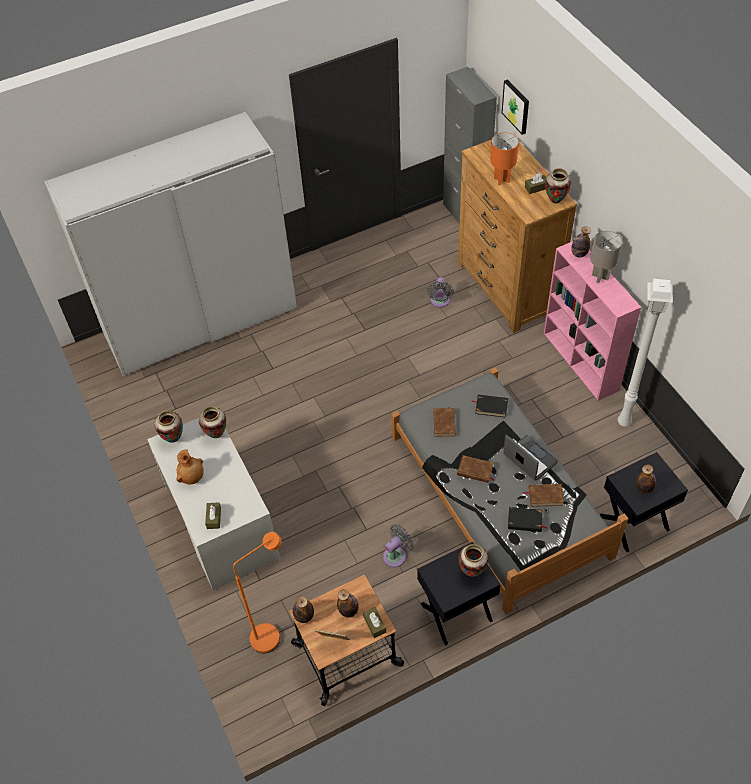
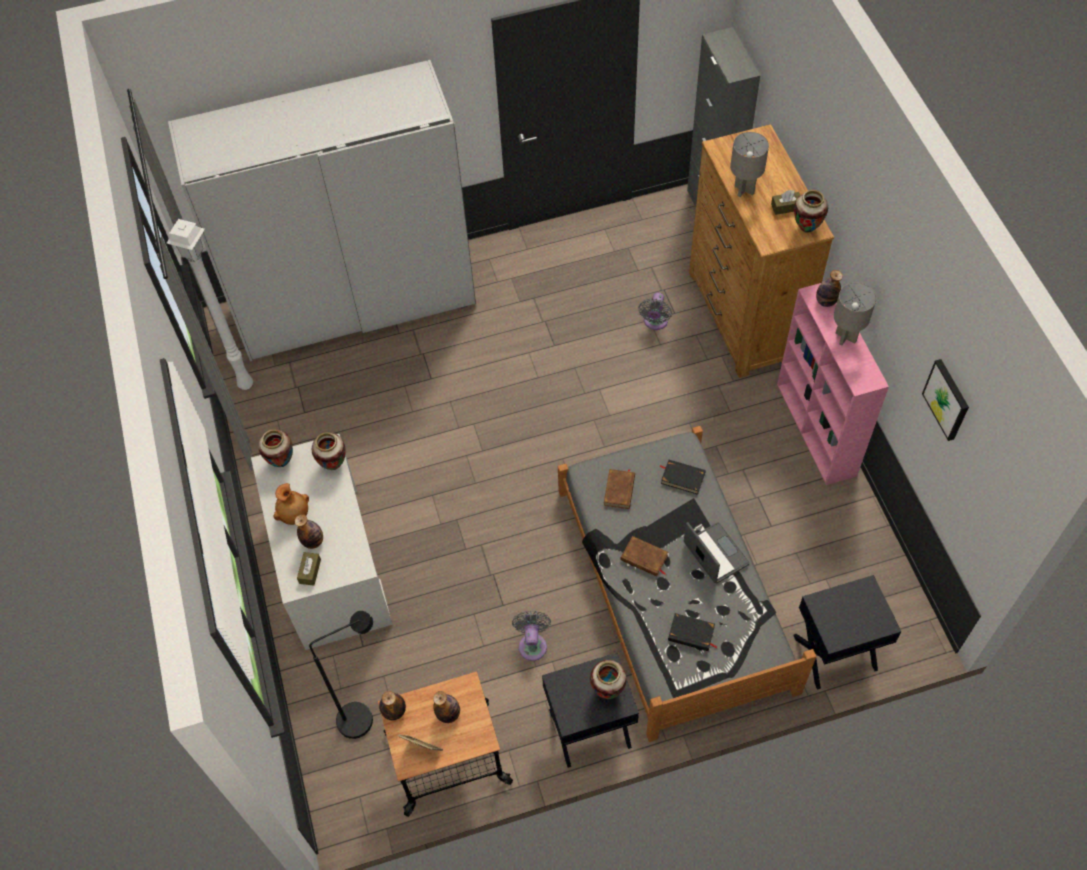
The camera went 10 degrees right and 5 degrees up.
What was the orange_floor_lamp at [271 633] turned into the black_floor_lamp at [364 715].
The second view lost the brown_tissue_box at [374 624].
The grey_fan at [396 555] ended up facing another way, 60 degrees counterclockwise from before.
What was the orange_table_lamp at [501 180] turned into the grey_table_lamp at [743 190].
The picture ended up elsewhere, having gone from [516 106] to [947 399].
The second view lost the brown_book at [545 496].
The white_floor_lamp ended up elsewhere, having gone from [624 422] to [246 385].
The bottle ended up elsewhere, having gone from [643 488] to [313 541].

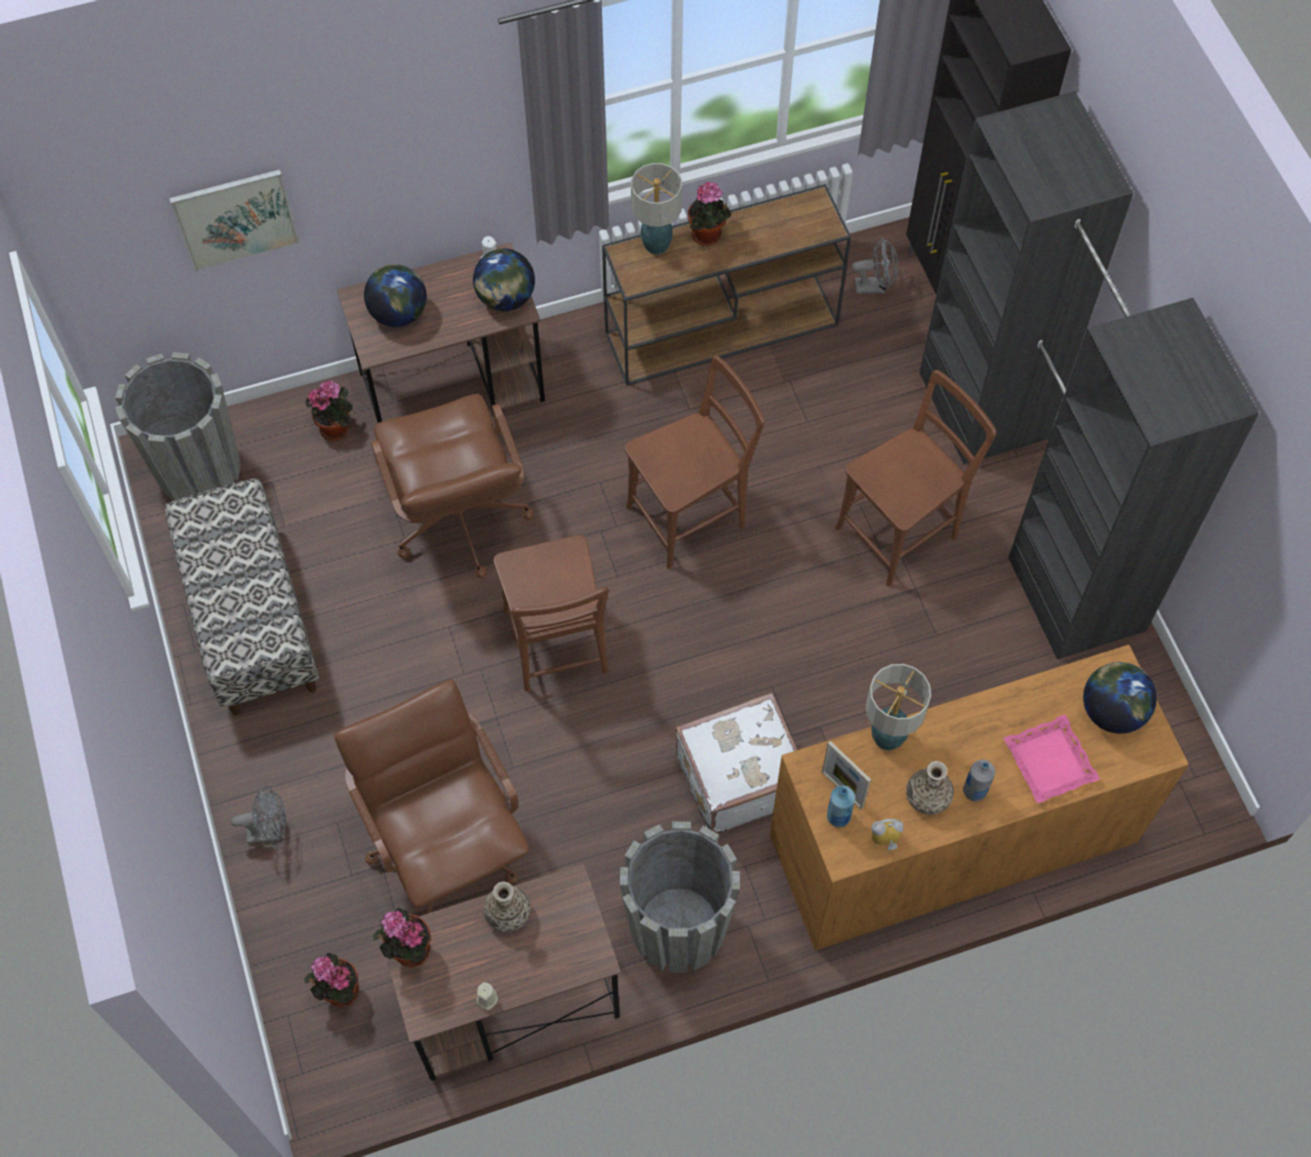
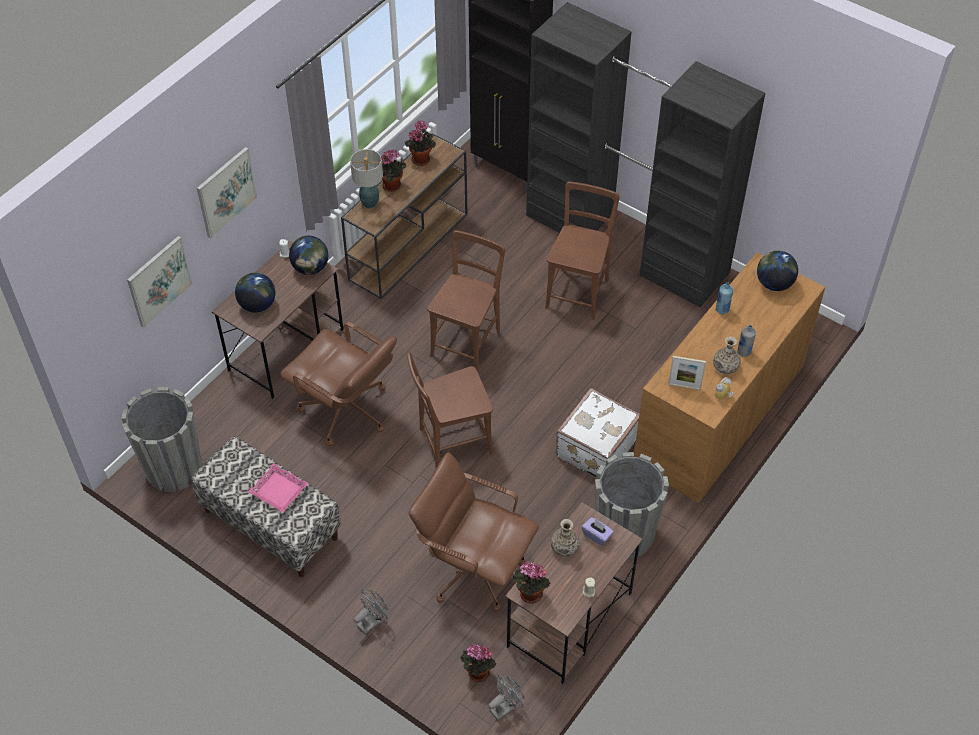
The camera went 35 degrees left and 10 degrees down.
The potted_plant ended up elsewhere, having gone from [336 427] to [421 158].
The brown_chair at [557 648] ended up facing another way, 120 degrees clockwise from before.
The blue_bottle ended up elsewhere, having gone from [838 817] to [722 310].
The grey_fan ended up elsewhere, having gone from [875 286] to [506 707].
The second view lost the table_lamp at [887 736].
The pink_tray ended up elsewhere, having gone from [1050 762] to [279 490].
The second view gained the picture at [226 192].
The second view gained the purple_tissue_box at [597 535].

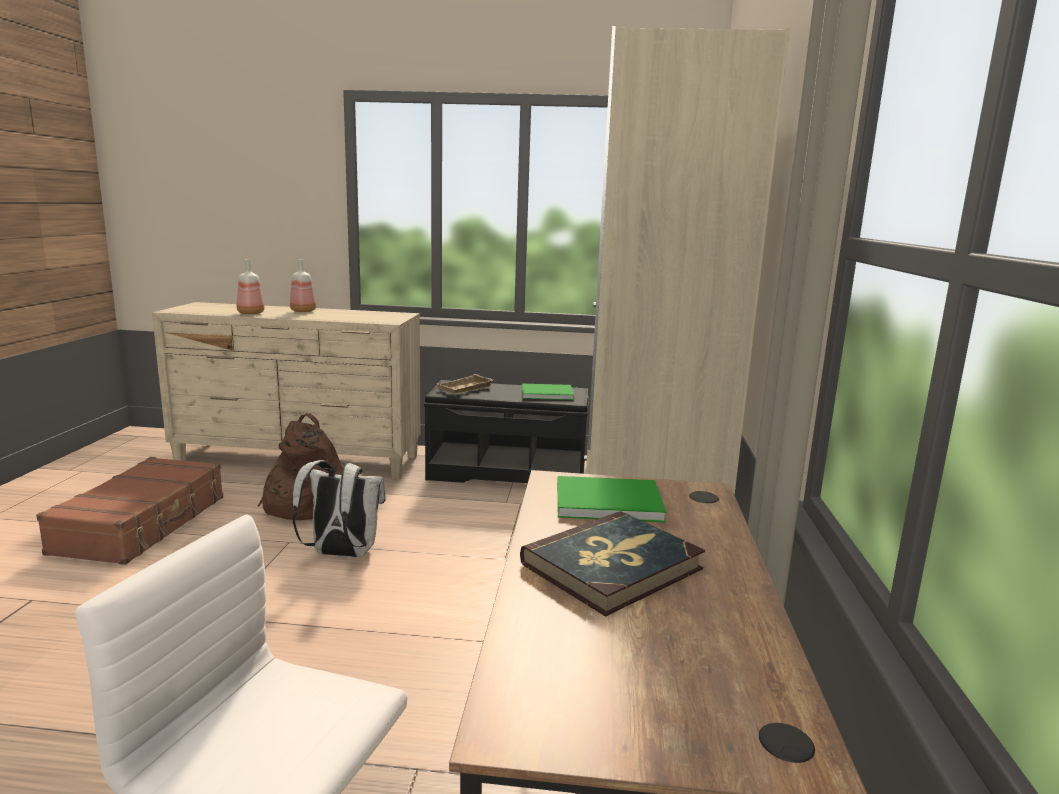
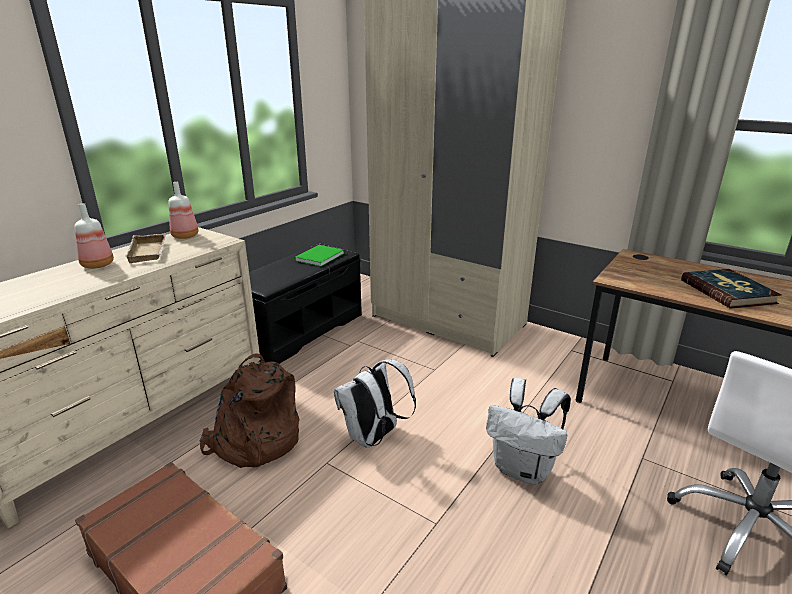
The camera went 60 degrees left and 10 degrees up.
The bottle ended up elsewhere, having gone from [251 313] to [186 236].
The beige_tray ended up elsewhere, having gone from [465 389] to [150 252].
The second view lost the green_book at [604 501].
The second view gained the white_backpack at [523 469].

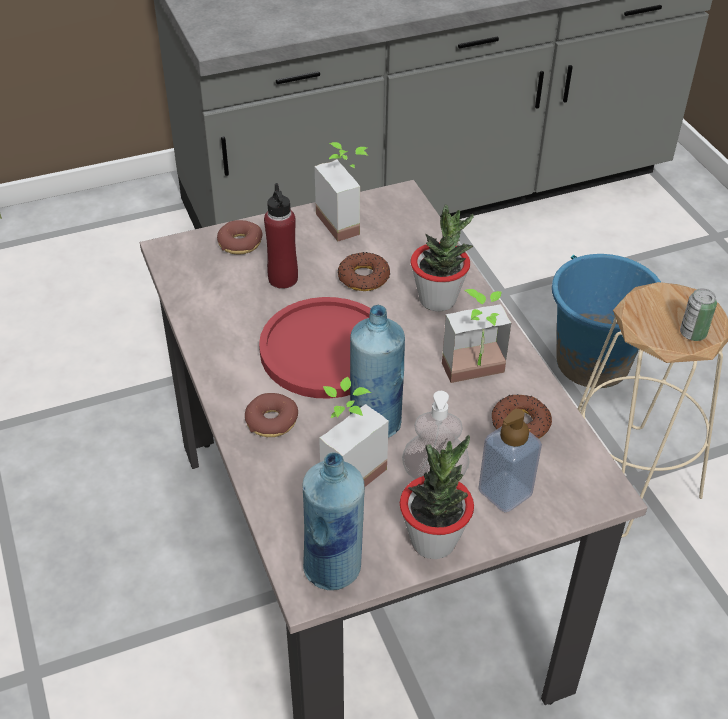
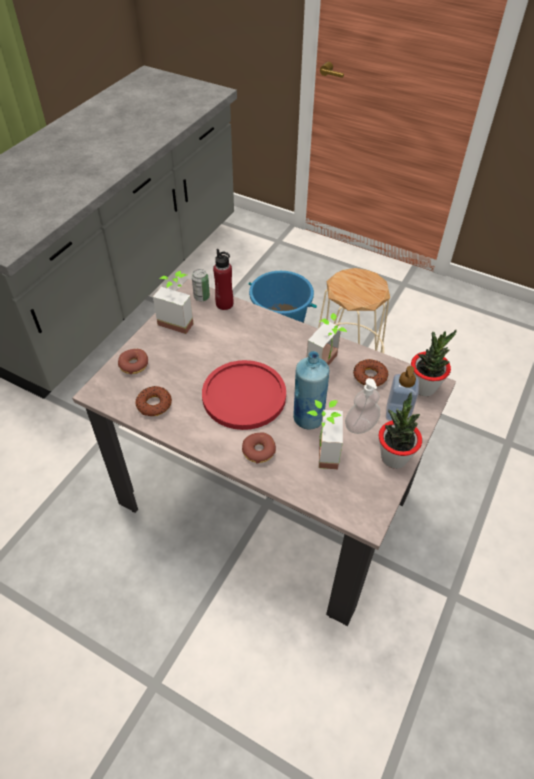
The camera went 40 degrees left and 5 degrees up.
The red_bottle ended up elsewhere, having gone from [283 279] to [224 304].
The second view lost the blue_bottle at [333 568].
The donut ended up elsewhere, having gone from [363 277] to [154 404].
The potted_plant ended up elsewhere, having gone from [438 299] to [424 387].
The can ended up elsewhere, having gone from [692 333] to [201 297].

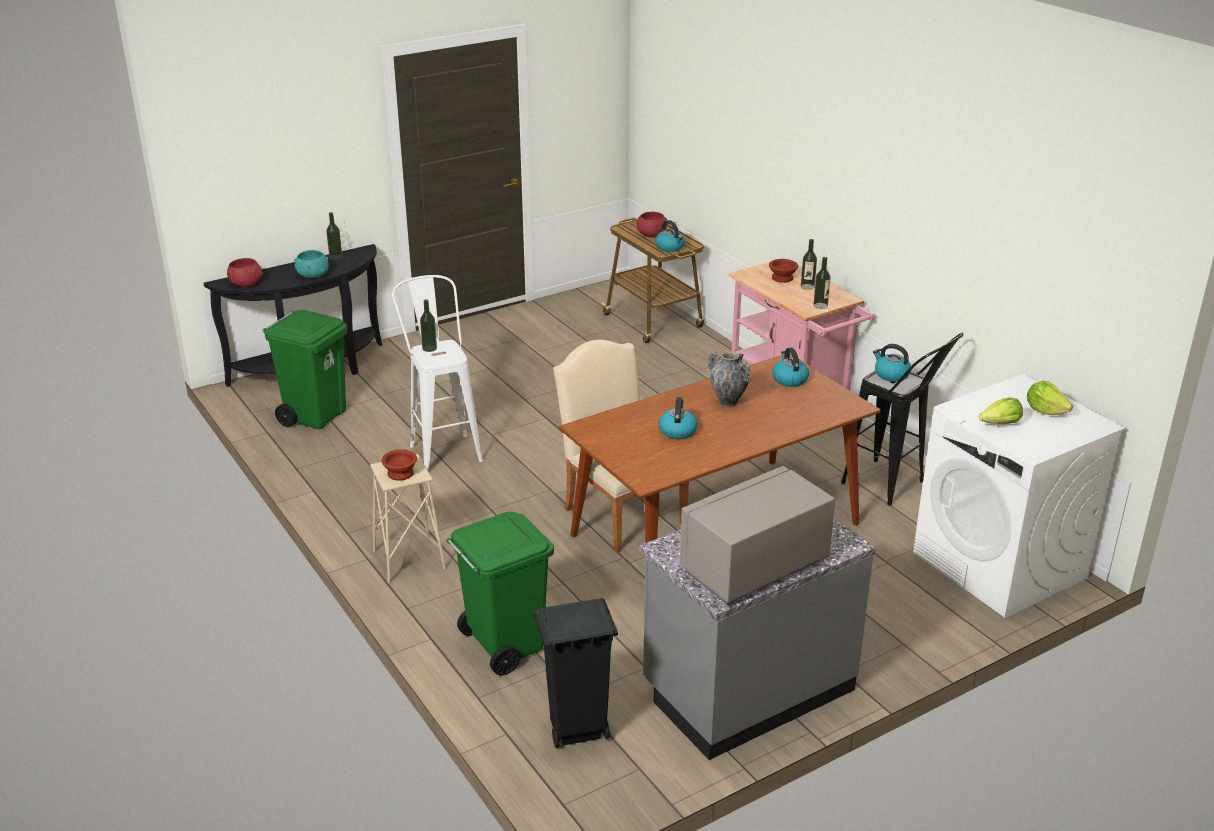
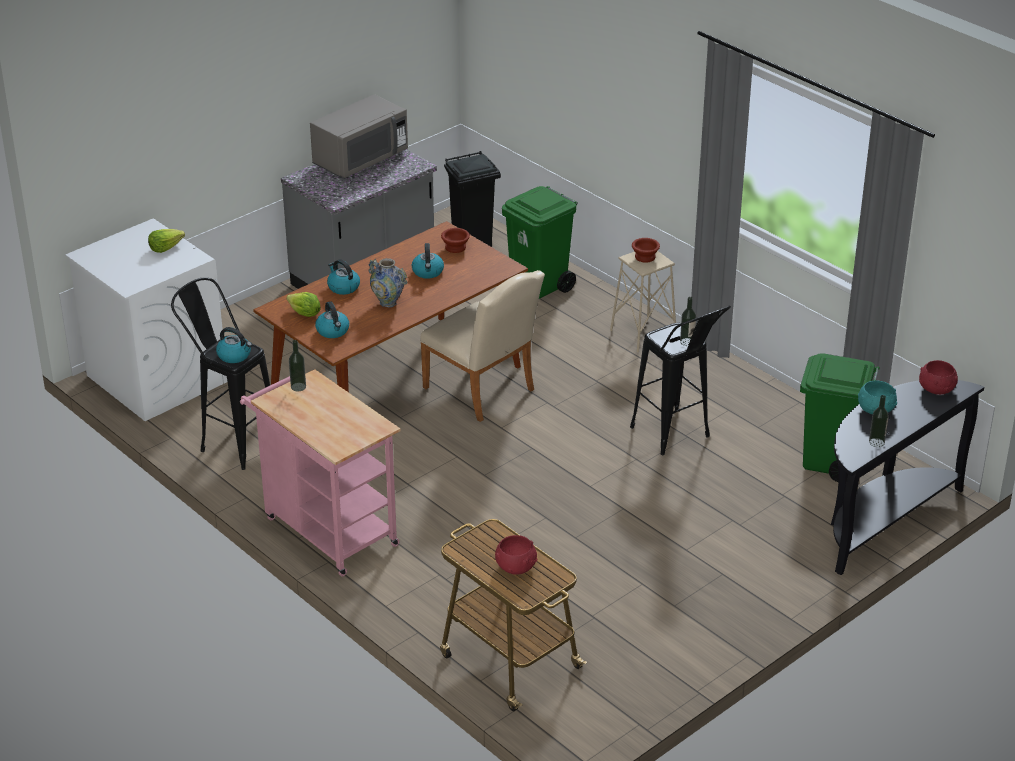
The camera went 170 degrees right and 5 degrees up.
What was the white_stool at [442 448] turned into the black_stool at [676 438].
The kettle ended up elsewhere, having gone from [670 247] to [343 287].
The brown_bowl ended up elsewhere, having gone from [783 278] to [454 247].
The second view lost the bottle at [807 286].
The lettuce ended up elsewhere, having gone from [1045 411] to [305 314].

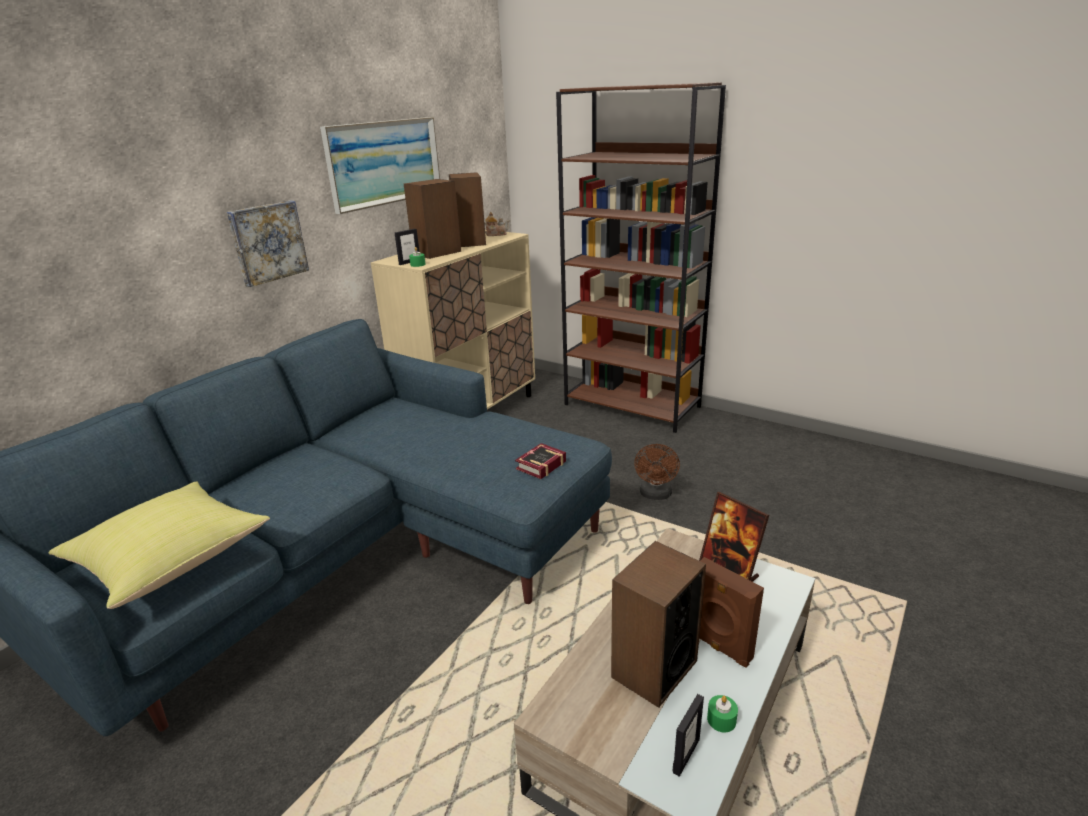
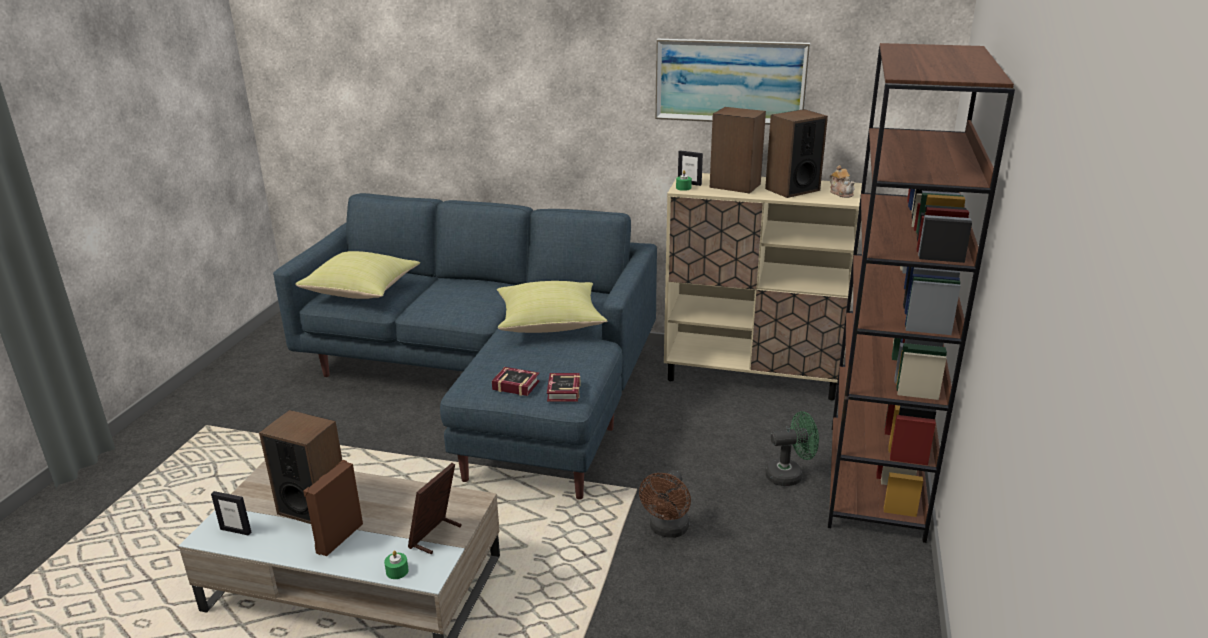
The camera went 70 degrees right and 0 degrees up.
The second view lost the picture at [267 242].
The brown_fan at [655 495] ended up facing another way, 60 degrees counterclockwise from before.
The green_candle ended up elsewhere, having gone from [721 719] to [397 571].
The second view gained the yellow_pillow at [550 324].
The second view gained the book at [562 392].
The second view gained the green_fan at [789 475].

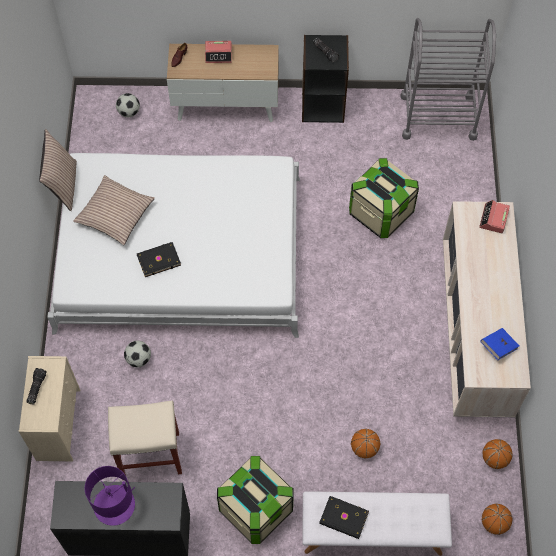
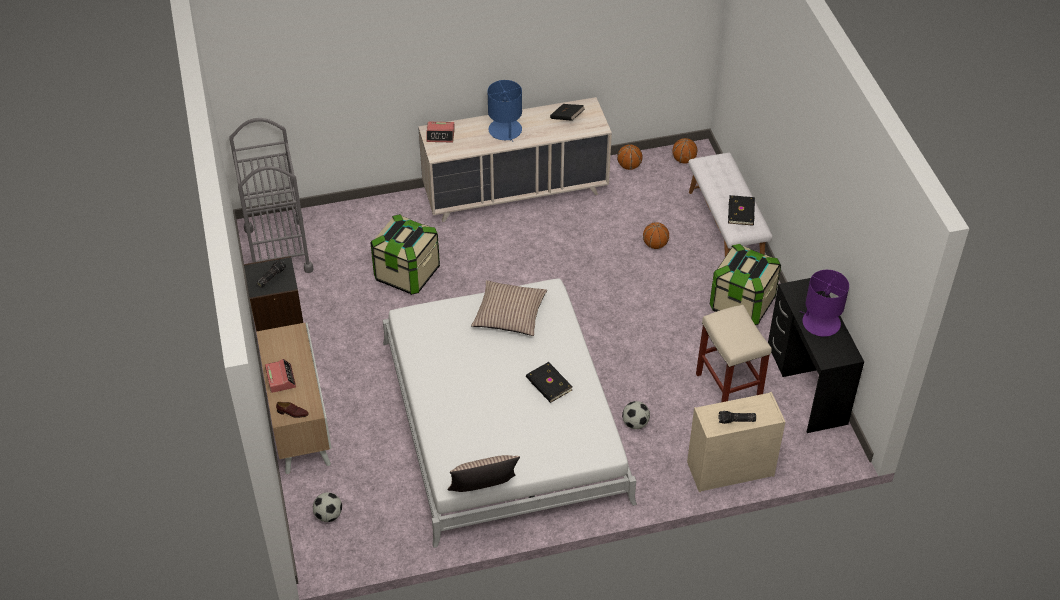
The camera went 105 degrees left and 15 degrees down.
The pillow ended up elsewhere, having gone from [115 214] to [509 314].
What was the blue_book at [498 347] turned into the black_book at [567 118].
The second view gained the blue_table_lamp at [505 130].

